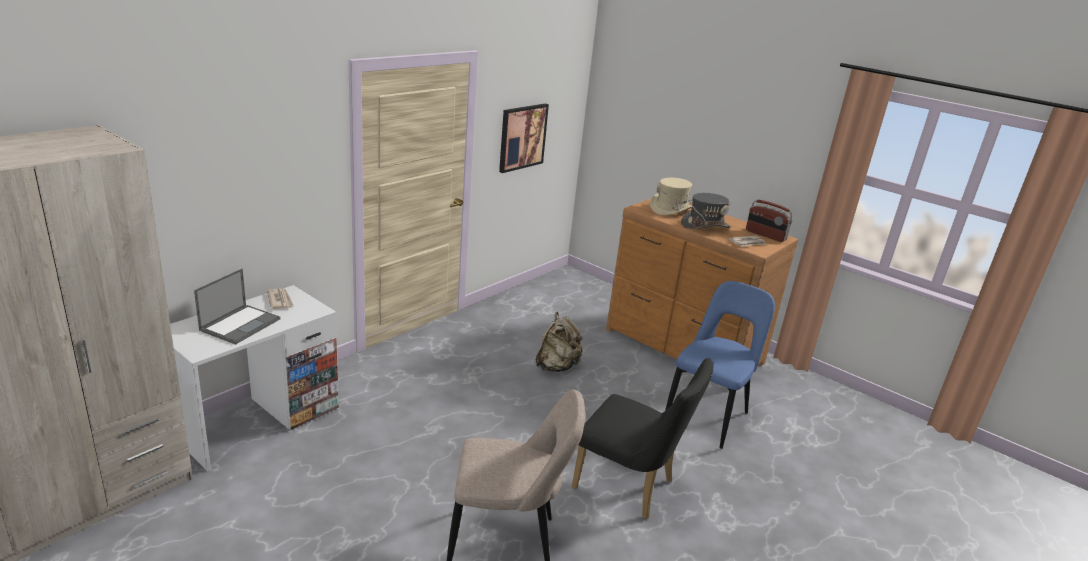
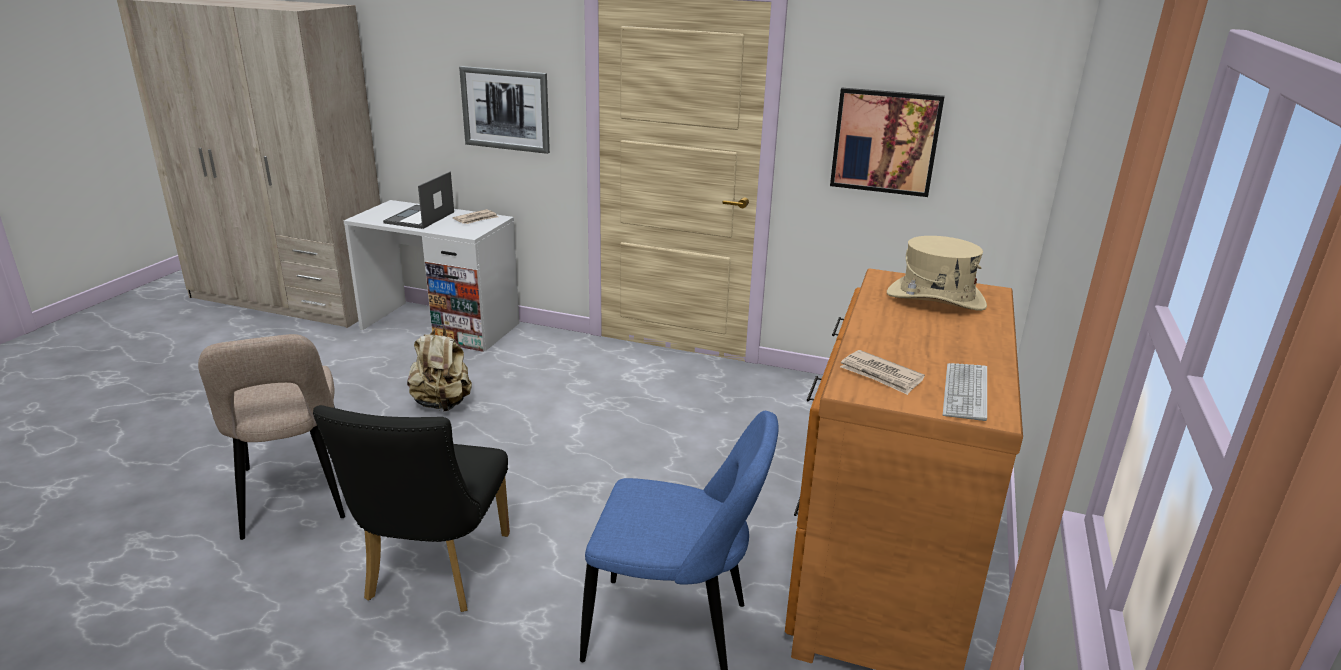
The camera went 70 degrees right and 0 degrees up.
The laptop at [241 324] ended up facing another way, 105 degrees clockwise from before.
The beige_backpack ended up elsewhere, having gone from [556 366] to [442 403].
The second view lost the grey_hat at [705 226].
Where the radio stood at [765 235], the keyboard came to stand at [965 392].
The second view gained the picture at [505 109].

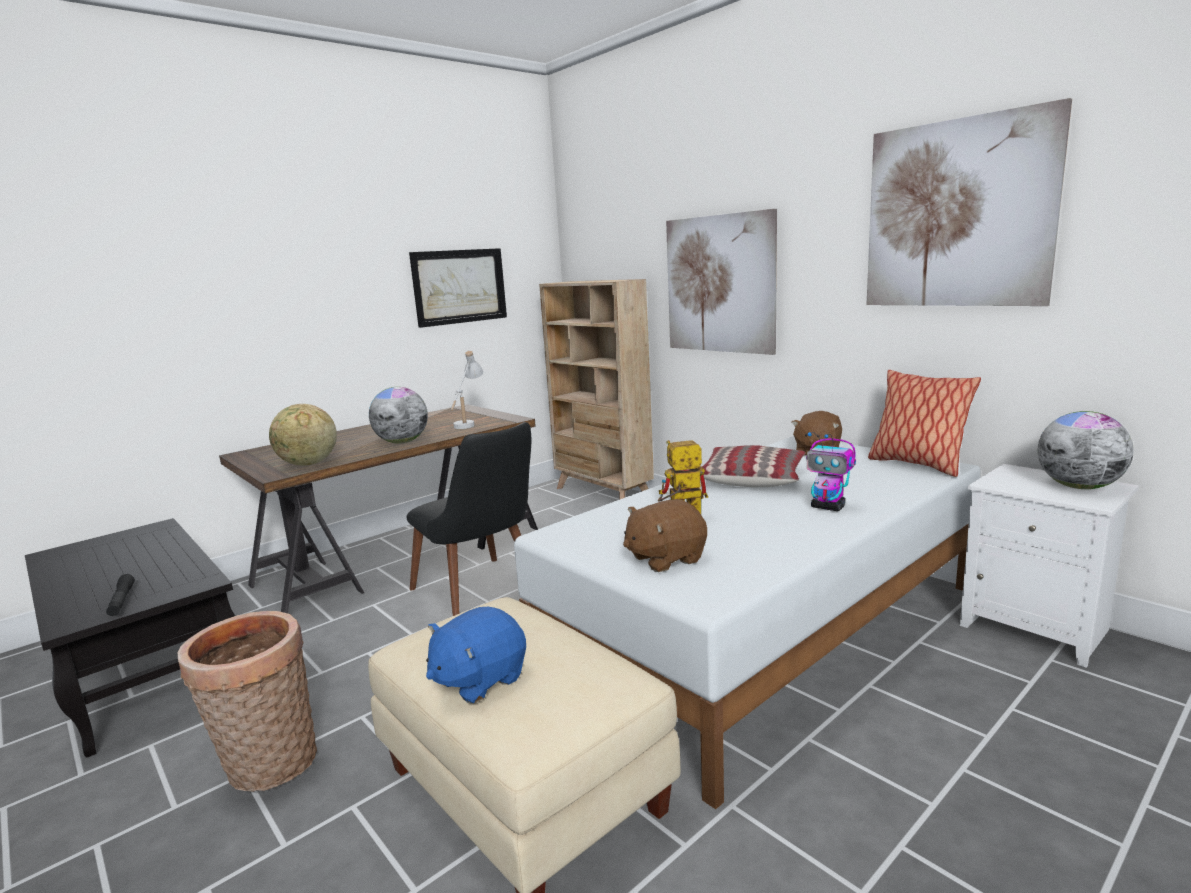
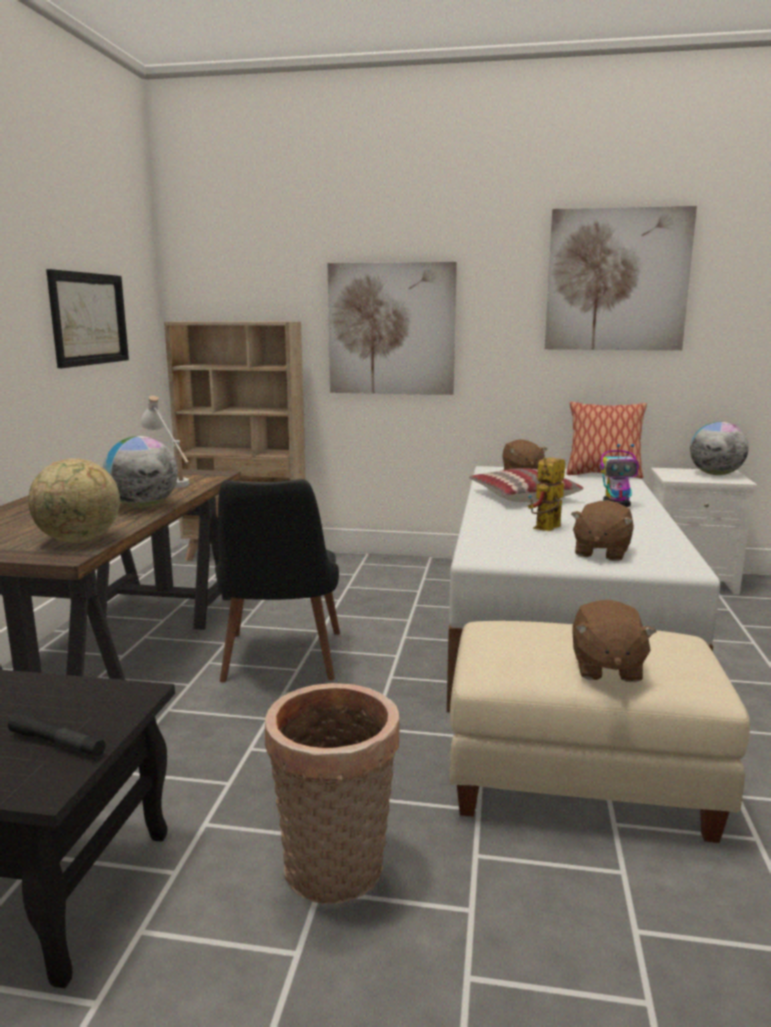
The camera went 40 degrees left and 0 degrees up.
The black_chair at [484 593] ended up facing another way, 75 degrees clockwise from before.
What was the blue_plush_toy at [478 679] turned into the brown_plush_toy at [606 668].

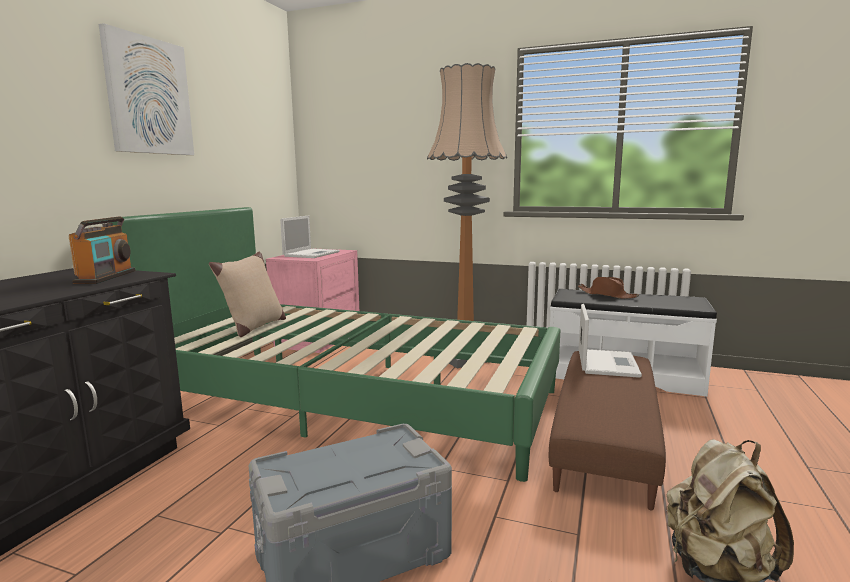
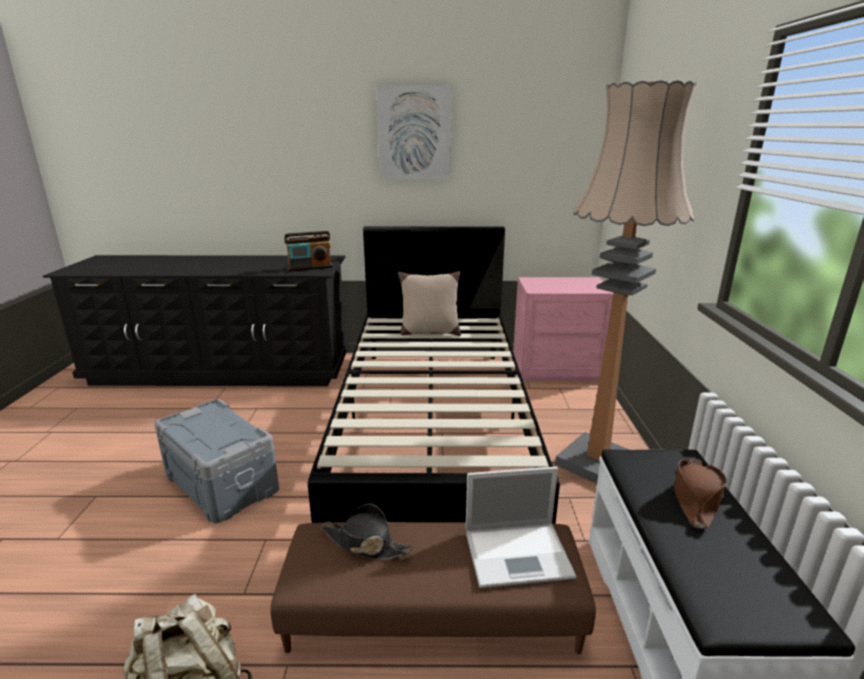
The camera went 70 degrees right and 10 degrees up.
What was the green_bed at [353 399] turned into the black_bed at [433 424].
The second view lost the laptop at [312 254].
The second view gained the black_hat at [365 543].

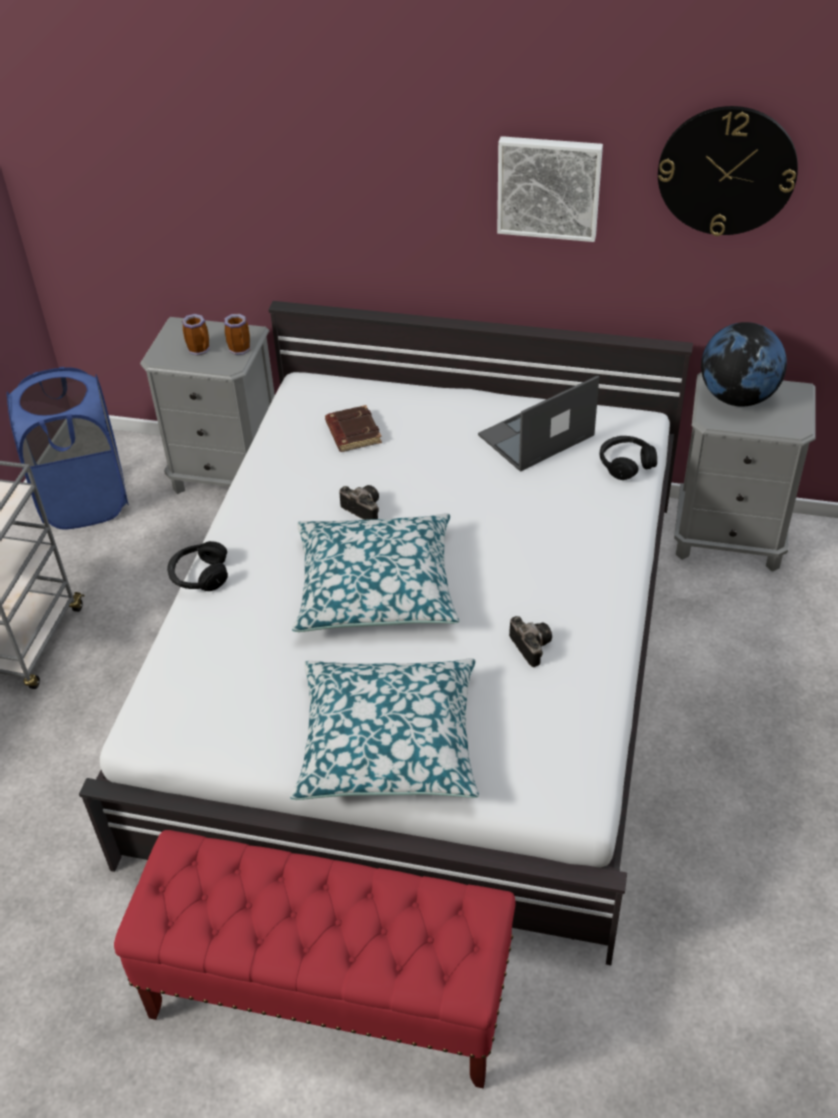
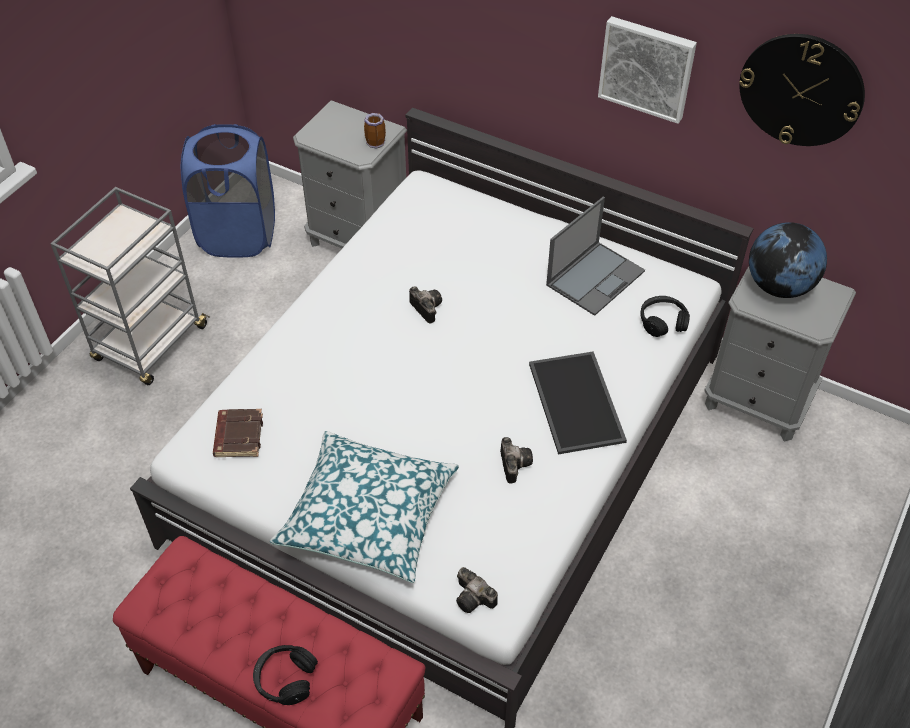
The camera went 15 degrees right and 5 degrees up.
The black_headphones ended up elsewhere, having gone from [199 575] to [285 679].
The second view lost the mug at [201 350].
The second view lost the pillow at [376 587].
The brown_book ended up elsewhere, having gone from [352 433] to [238 435].
The laptop at [535 436] ended up facing another way, 150 degrees clockwise from before.
The second view gained the photo_camera at [475 599].
The second view gained the tray at [578 403].

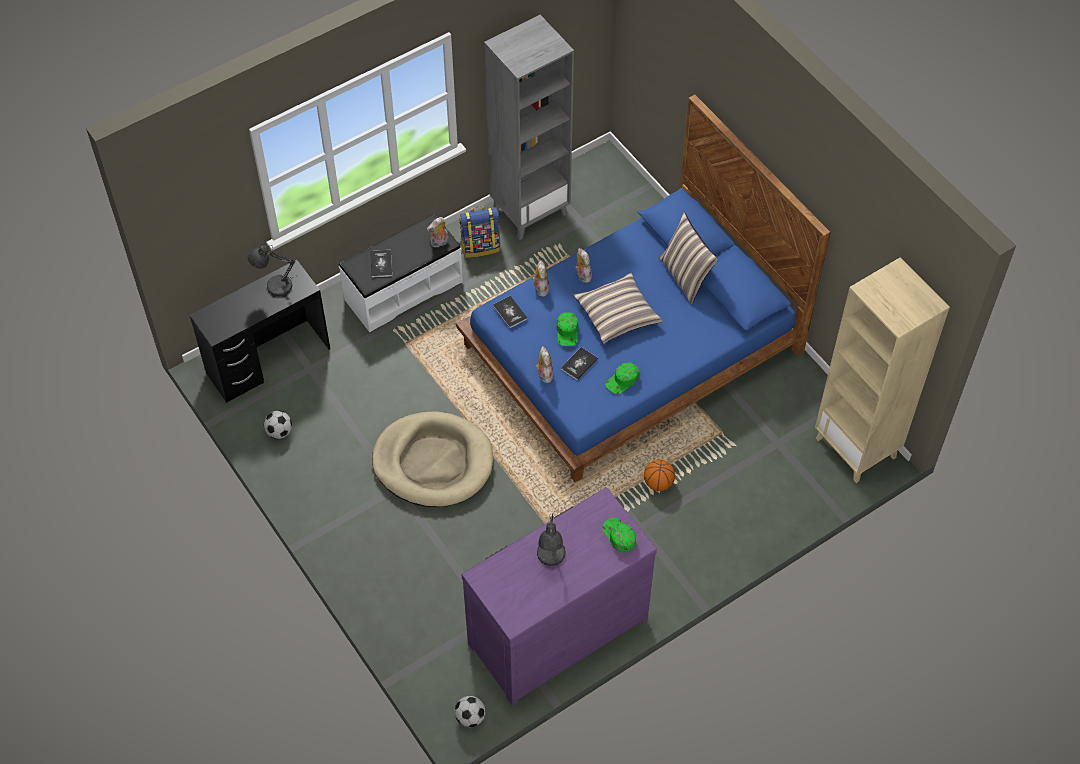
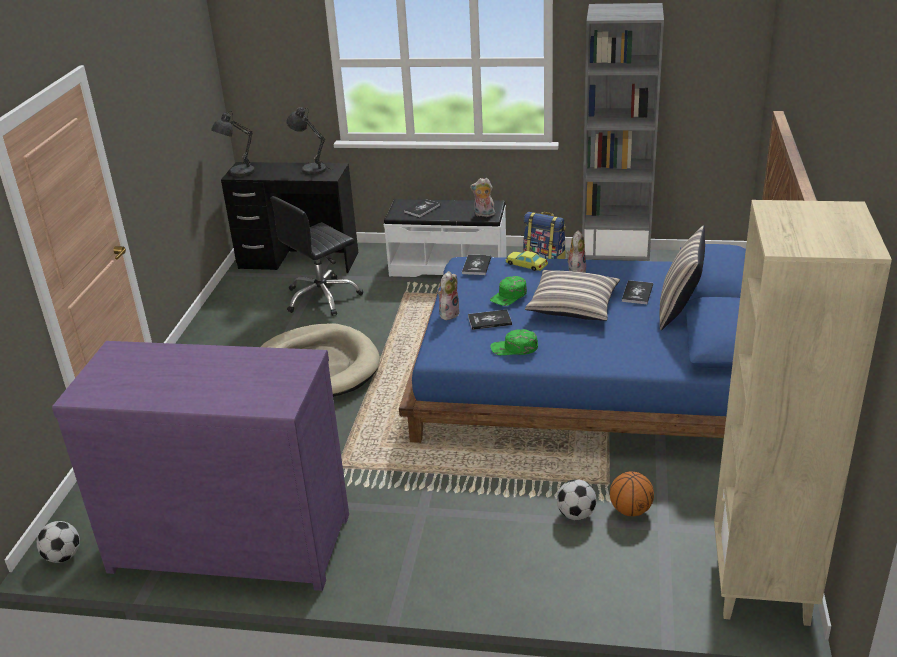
The camera went 45 degrees right and 25 degrees down.
The football ended up elsewhere, having gone from [279 431] to [576 514].
Where the plush_toy stood at [540 288], the yellow_toy_car came to stand at [526 264].
The grey_table_lamp ended up elsewhere, having gone from [550 557] to [239 173].
The second view lost the green_cap at [619 536].
The basketball ended up elsewhere, having gone from [658 483] to [630 510].
The second view gained the black_office_chair at [322 298].
The second view gained the book at [637 293].

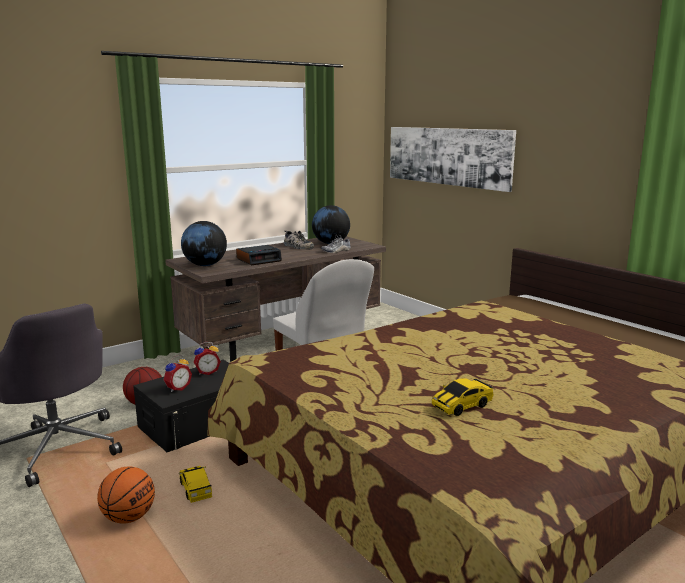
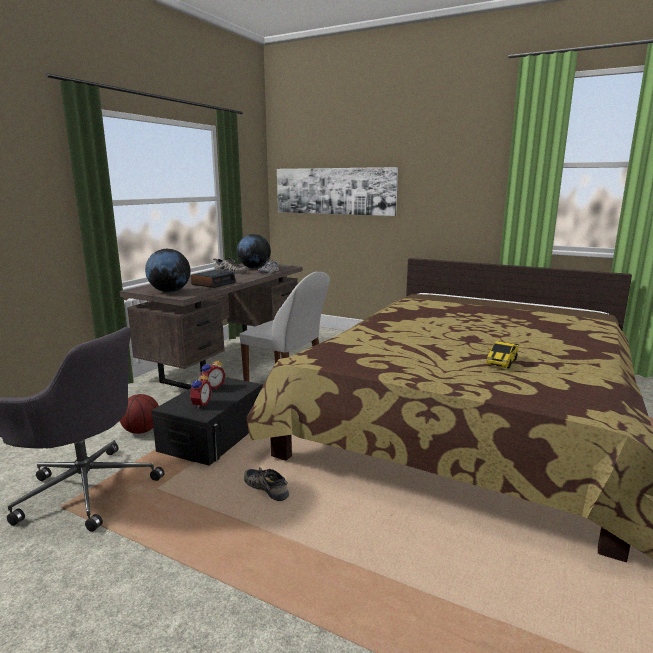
The camera went 25 degrees left and 0 degrees up.
The second view lost the basketball at [128 517].
Where the toy_car stood at [195 489], the shoe came to stand at [267 488].

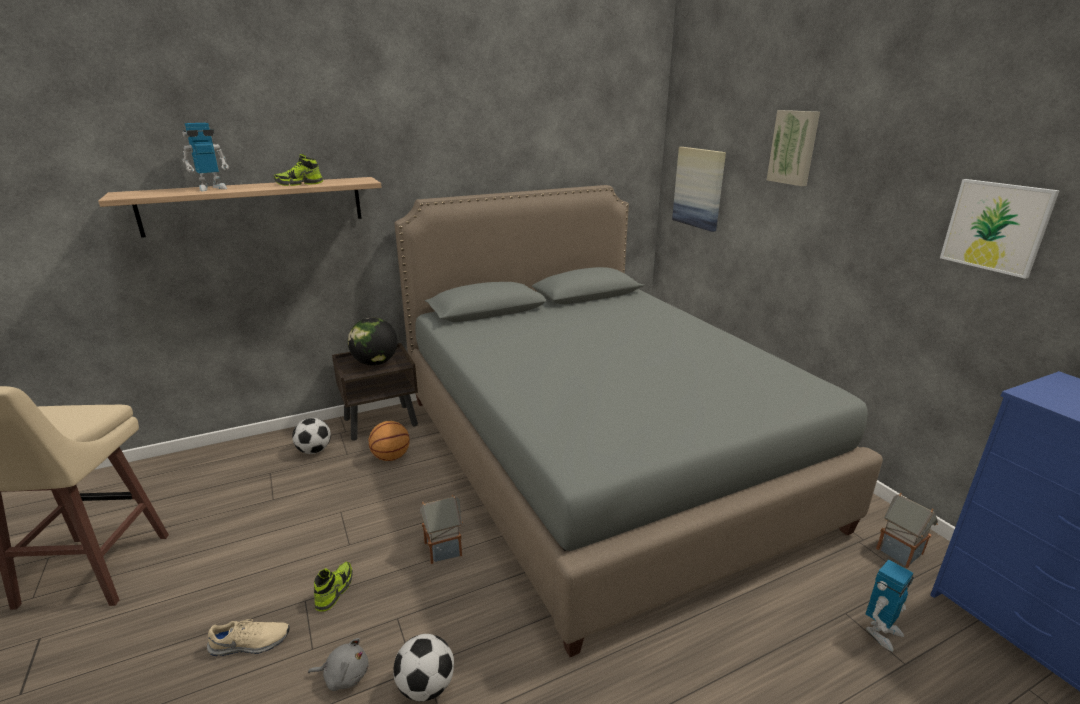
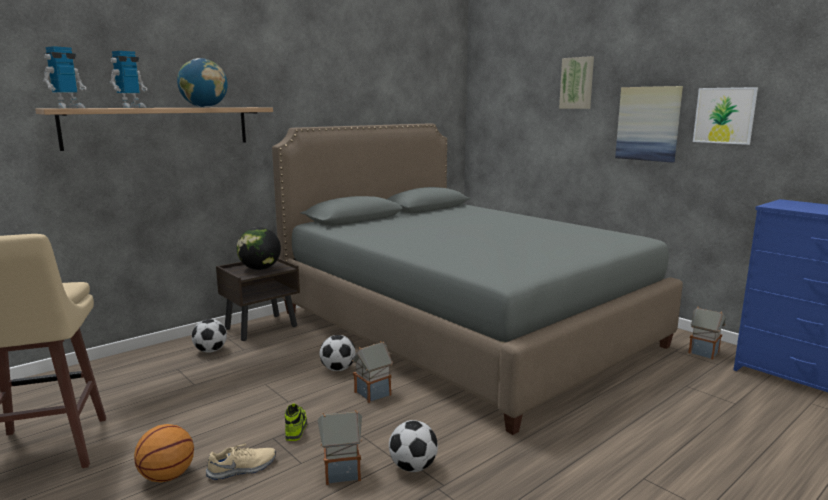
The camera went 15 degrees left and 10 degrees down.
Where the shoe stood at [299 184], the globe came to stand at [204 107].
Where the grey_plush_toy stood at [344 675], the toy_house came to stand at [341 472].
The basketball ended up elsewhere, having gone from [391 457] to [167 476].
The picture ended up elsewhere, having gone from [699 188] to [648 123].
The toy_robot ended up elsewhere, having gone from [880 632] to [68 108].
The second view gained the football at [338 369].

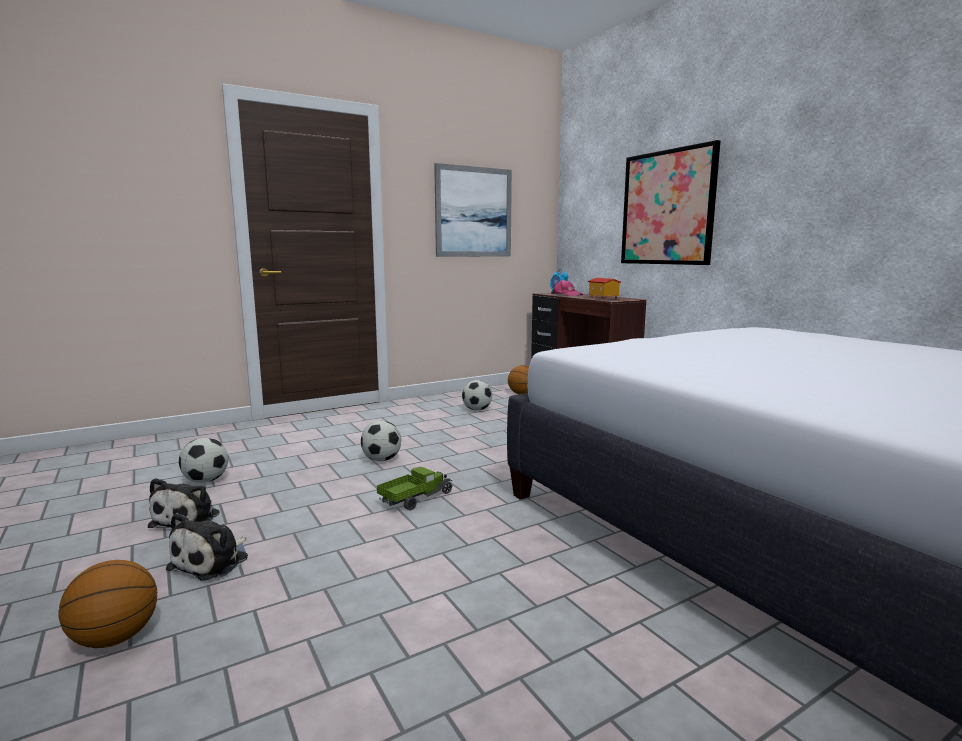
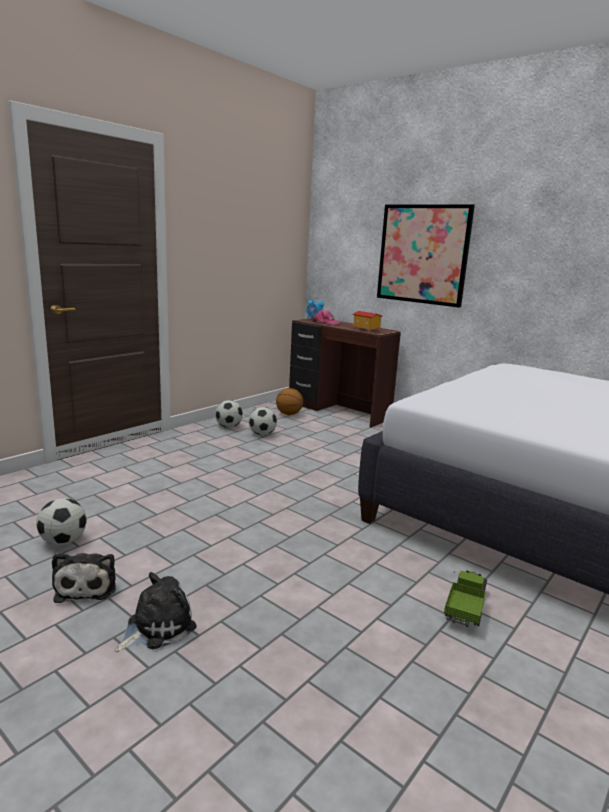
The camera went 20 degrees left and 5 degrees up.
The second view lost the basketball at [115 638].
The plush_toy at [213 561] ended up facing another way, 135 degrees counterclockwise from before.
The football ended up elsewhere, having gone from [381 459] to [228 426].
The toy_truck ended up elsewhere, having gone from [416 499] to [465 608].
The second view lost the picture at [474 212].

